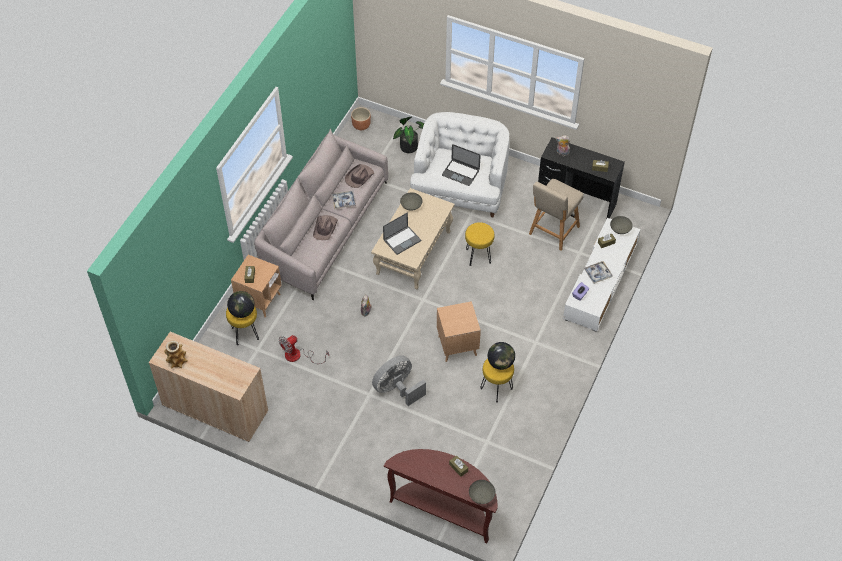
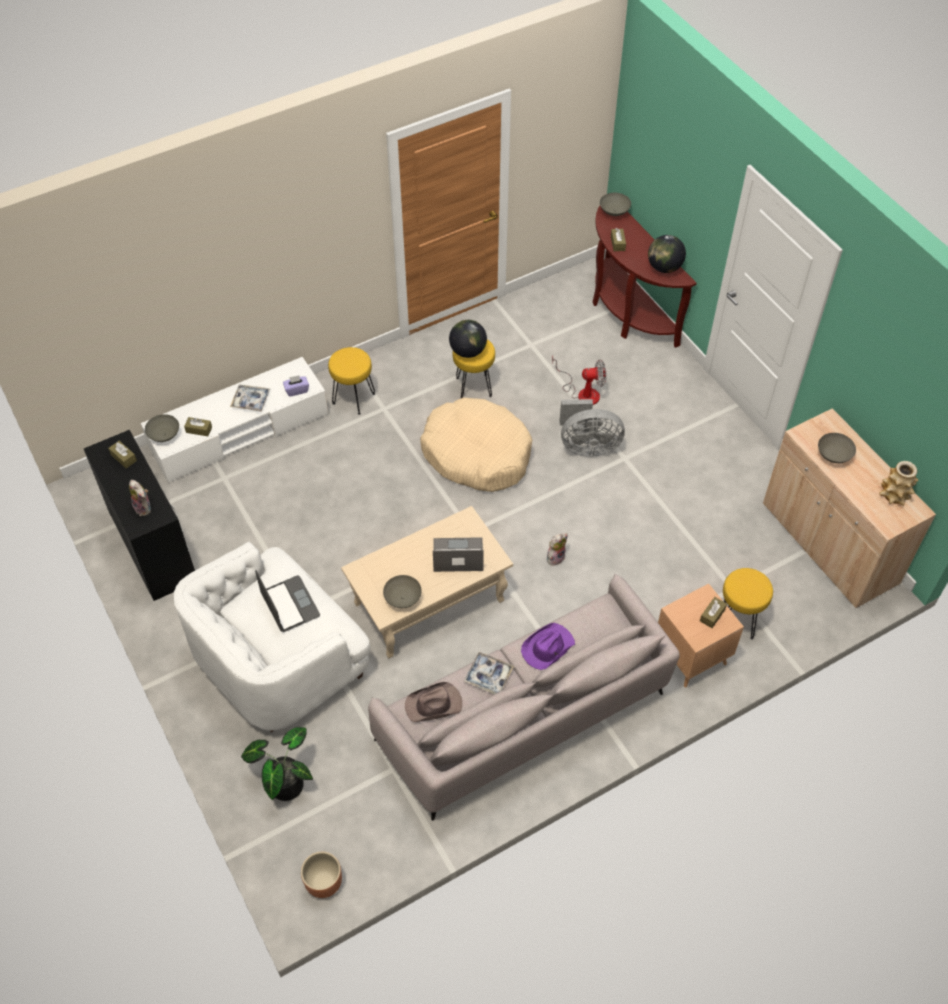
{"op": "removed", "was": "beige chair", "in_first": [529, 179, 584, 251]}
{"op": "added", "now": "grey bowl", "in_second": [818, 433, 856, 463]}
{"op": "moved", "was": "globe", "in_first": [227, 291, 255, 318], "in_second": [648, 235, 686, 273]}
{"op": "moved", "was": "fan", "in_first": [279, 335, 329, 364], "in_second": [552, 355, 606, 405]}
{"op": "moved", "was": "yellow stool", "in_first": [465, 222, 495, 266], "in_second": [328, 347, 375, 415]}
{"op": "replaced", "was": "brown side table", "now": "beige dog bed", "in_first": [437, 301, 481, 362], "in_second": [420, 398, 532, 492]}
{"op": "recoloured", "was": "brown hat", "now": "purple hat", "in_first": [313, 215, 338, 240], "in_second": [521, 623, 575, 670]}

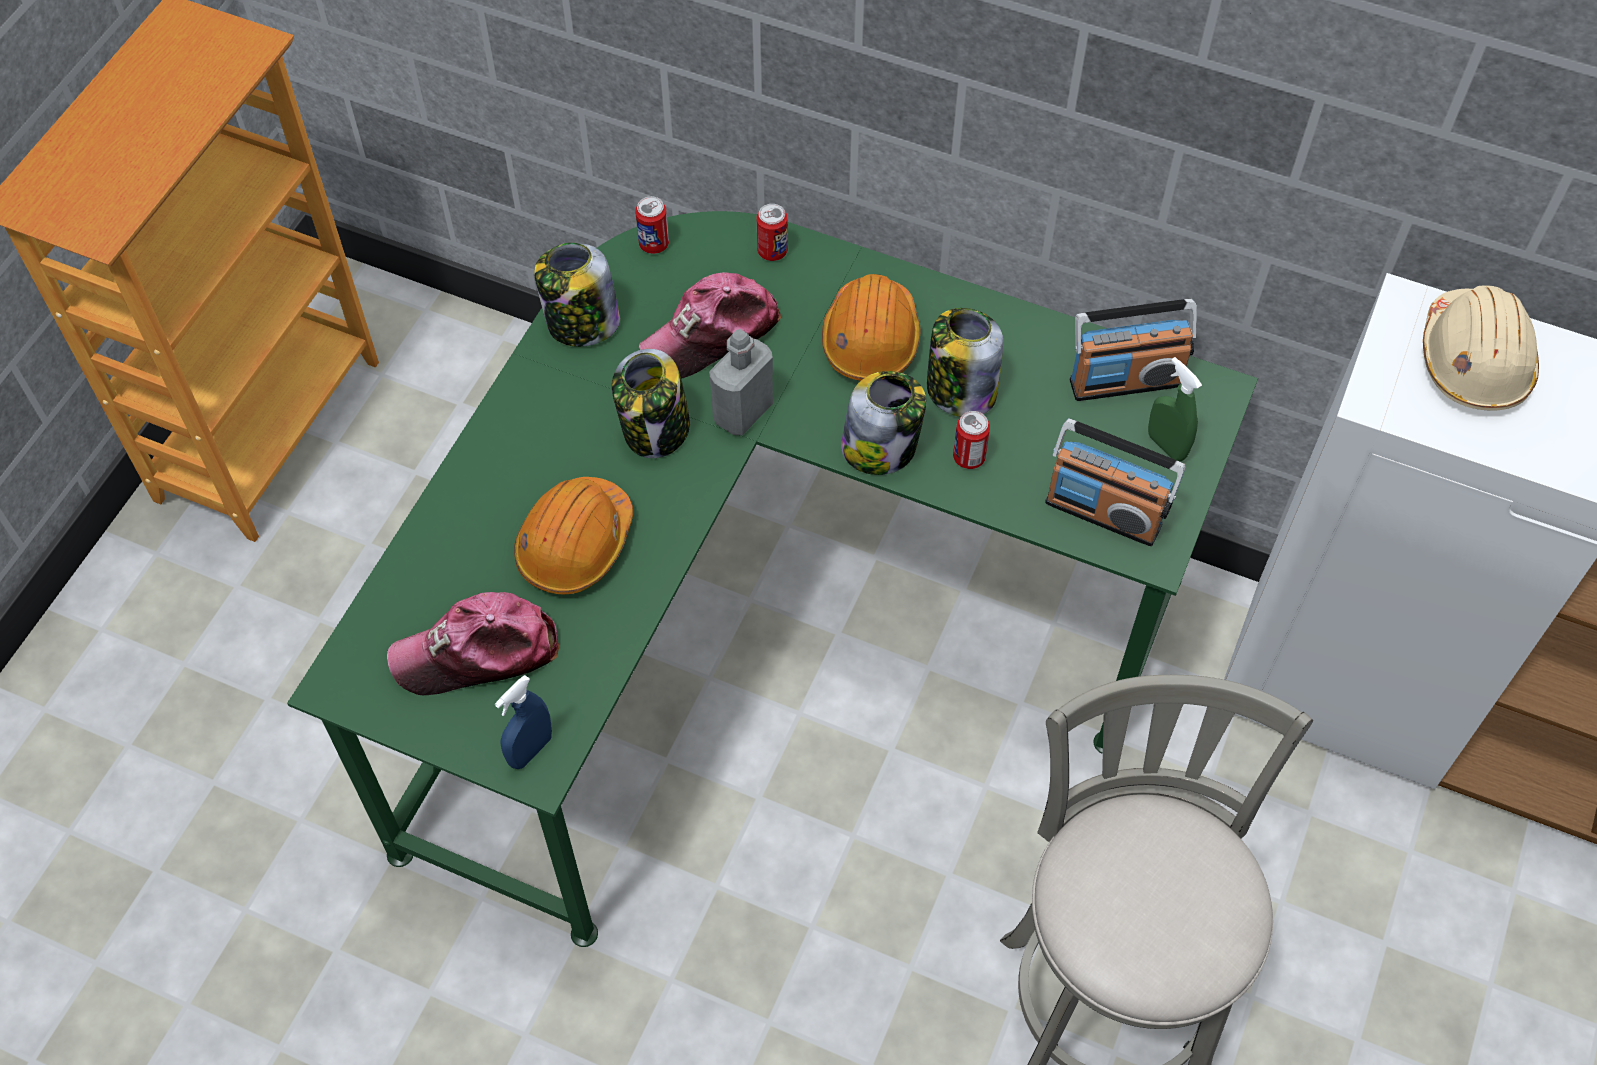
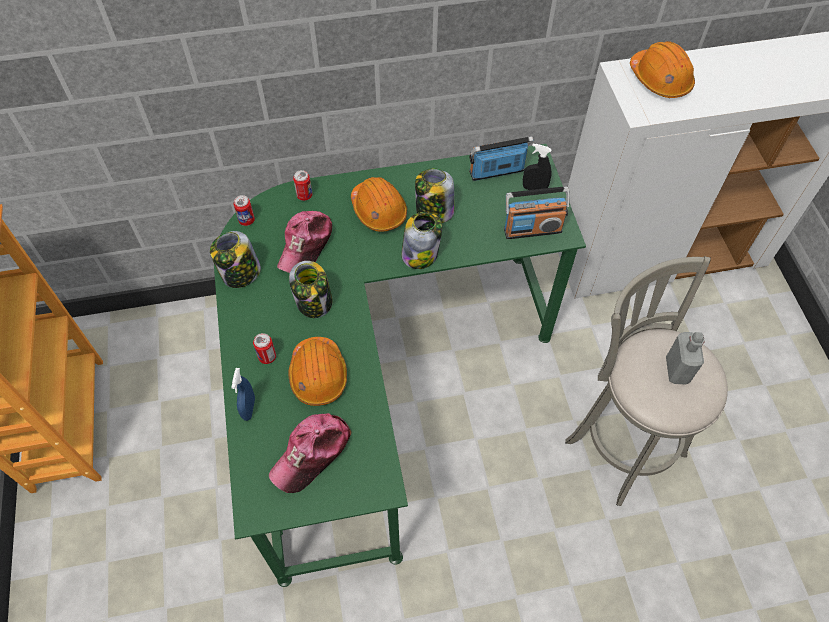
{"op": "moved", "was": "blue spray bottle", "in_first": [495, 675, 552, 769], "in_second": [231, 368, 255, 421]}
{"op": "moved", "was": "grey bottle", "in_first": [709, 329, 773, 435], "in_second": [666, 332, 705, 384]}
{"op": "moved", "was": "can", "in_first": [953, 411, 990, 469], "in_second": [253, 333, 276, 364]}
{"op": "recoloured", "was": "green spray bottle", "now": "black spray bottle", "in_first": [1148, 357, 1202, 461], "in_second": [523, 144, 552, 190]}
{"op": "recoloured", "was": "beige hard hat", "now": "orange hard hat", "in_first": [1423, 285, 1539, 411], "in_second": [630, 41, 695, 98]}
{"op": "turned", "was": "radio", "in_first": [1070, 299, 1197, 401], "in_second": [469, 136, 533, 181], "clockwise": -150}

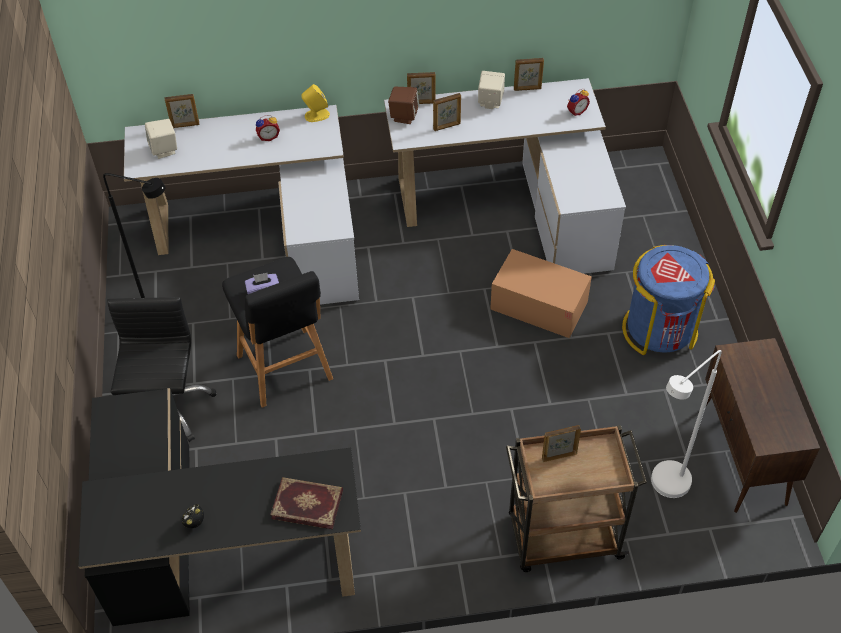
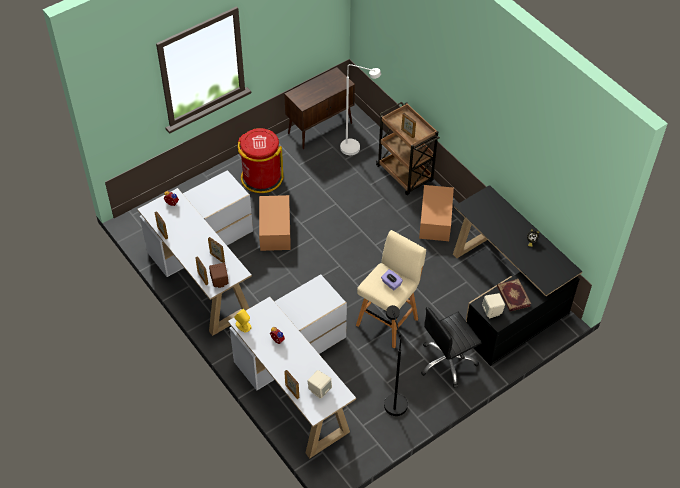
{"op": "added", "now": "cardboard box", "in_second": [419, 185, 454, 241]}
{"op": "moved", "was": "book", "in_first": [270, 477, 343, 529], "in_second": [497, 279, 531, 312]}
{"op": "moved", "was": "beige speaker", "in_first": [478, 71, 505, 109], "in_second": [482, 293, 505, 318]}
{"op": "recoloured", "was": "black stool", "now": "beige stool", "in_first": [222, 257, 333, 408], "in_second": [356, 230, 426, 348]}
{"op": "recoloured", "was": "blue trash can", "now": "red trash can", "in_first": [622, 245, 715, 355], "in_second": [238, 128, 283, 193]}

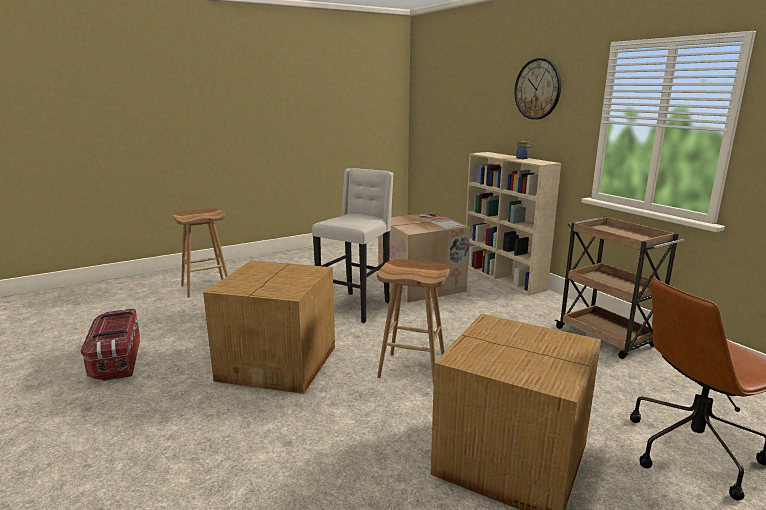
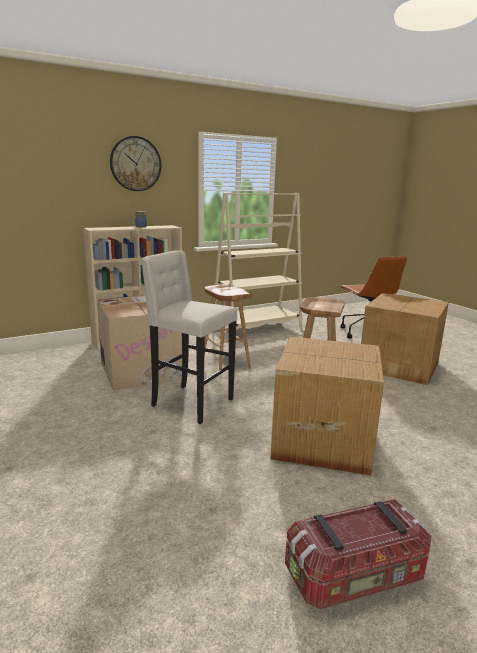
{"op": "moved", "was": "brown stool", "in_first": [172, 208, 228, 298], "in_second": [204, 284, 253, 371]}
{"op": "replaced", "was": "brown cart", "now": "beige bookcase", "in_first": [555, 216, 684, 359], "in_second": [215, 192, 303, 330]}

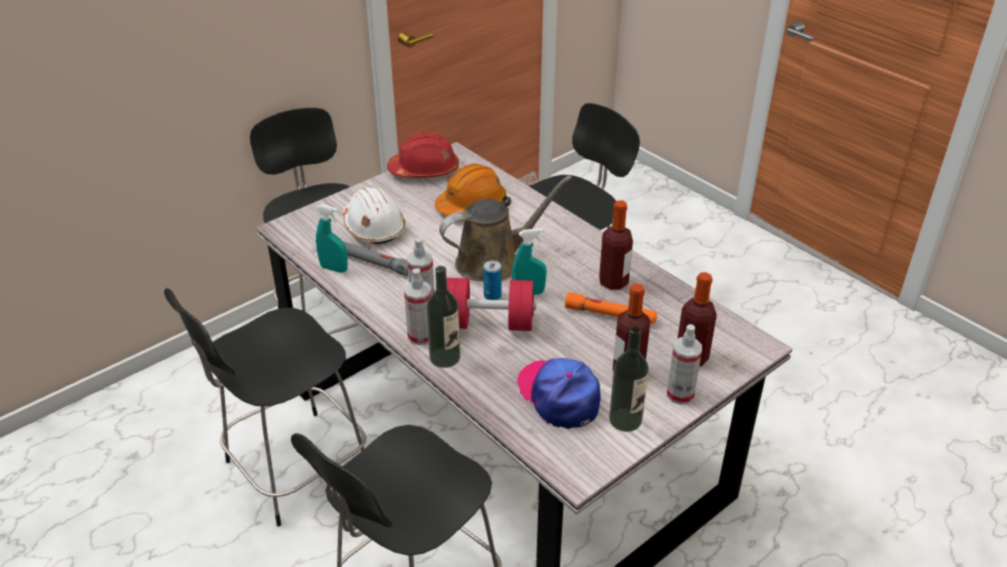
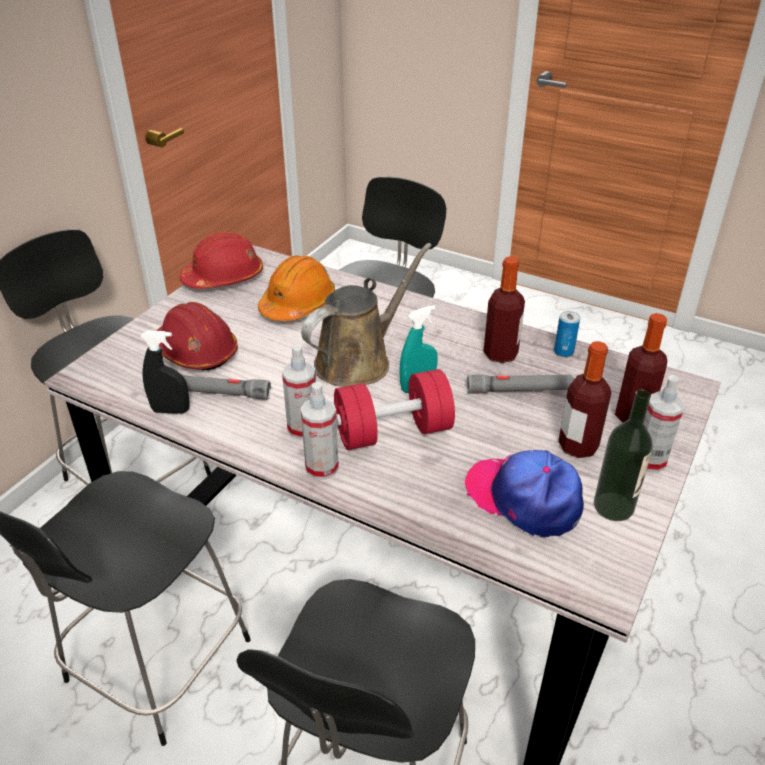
{"op": "removed", "was": "bottle", "in_first": [426, 266, 460, 368]}
{"op": "moved", "was": "can", "in_first": [483, 260, 502, 300], "in_second": [554, 311, 580, 357]}
{"op": "recoloured", "was": "turquoise spray bottle", "now": "black spray bottle", "in_first": [316, 204, 348, 273], "in_second": [140, 331, 190, 414]}
{"op": "recoloured", "was": "white hard hat", "now": "red hard hat", "in_first": [343, 187, 405, 244], "in_second": [156, 302, 238, 370]}
{"op": "recoloured", "was": "orange flashlight", "now": "grey flashlight", "in_first": [565, 292, 657, 324], "in_second": [467, 374, 575, 394]}

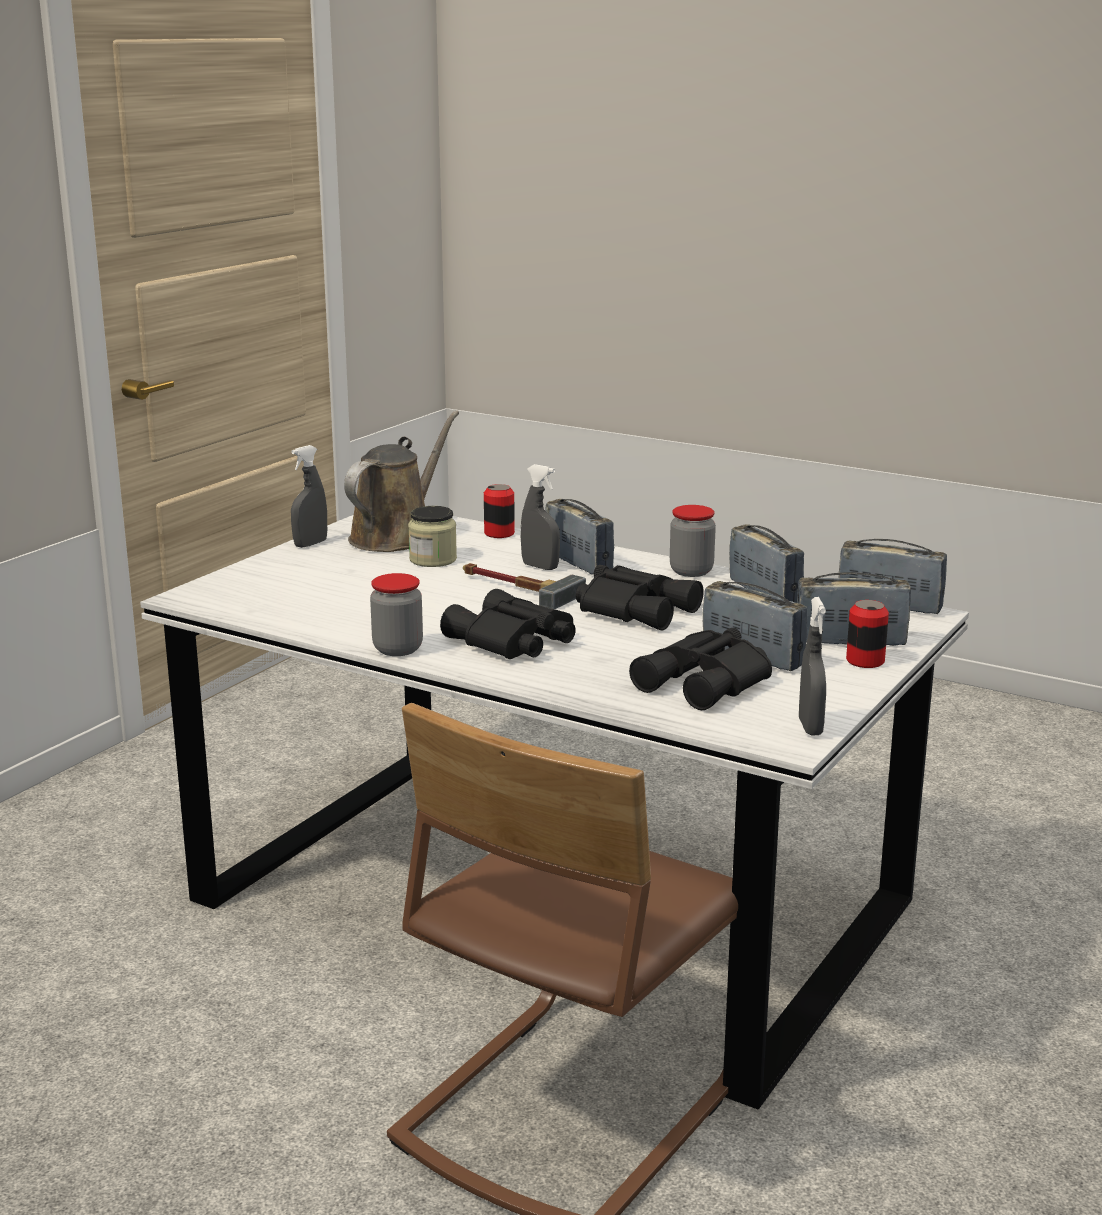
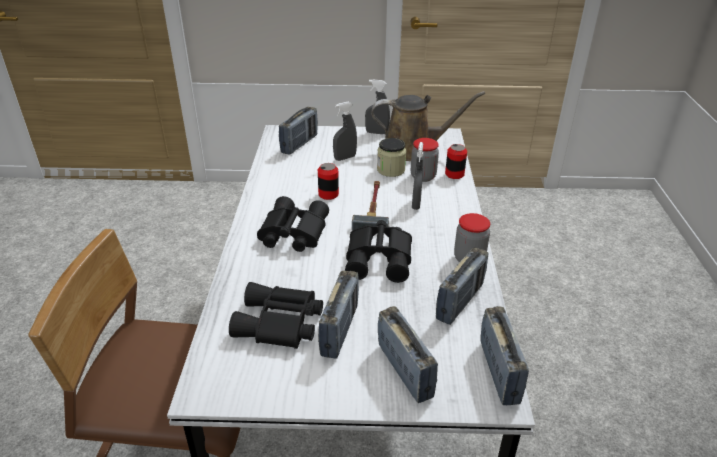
{"op": "moved", "was": "jar", "in_first": [370, 573, 423, 656], "in_second": [411, 138, 439, 182]}
{"op": "moved", "was": "radio", "in_first": [545, 499, 614, 575], "in_second": [279, 107, 318, 155]}
{"op": "moved", "was": "grey spray bottle", "in_first": [799, 597, 826, 736], "in_second": [333, 102, 357, 161]}
{"op": "moved", "was": "can", "in_first": [846, 600, 889, 668], "in_second": [318, 163, 339, 200]}

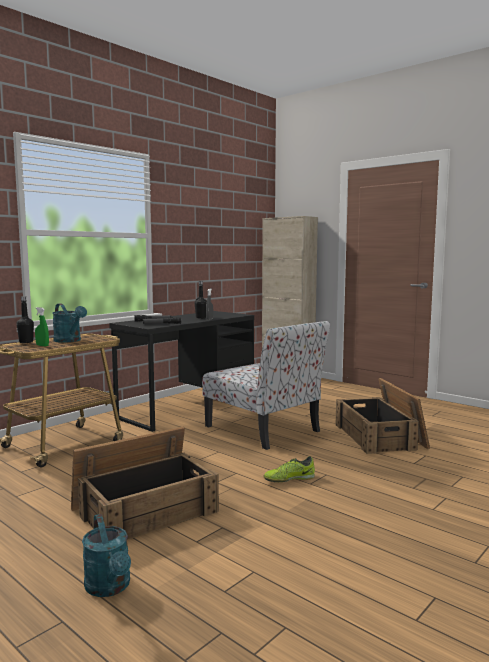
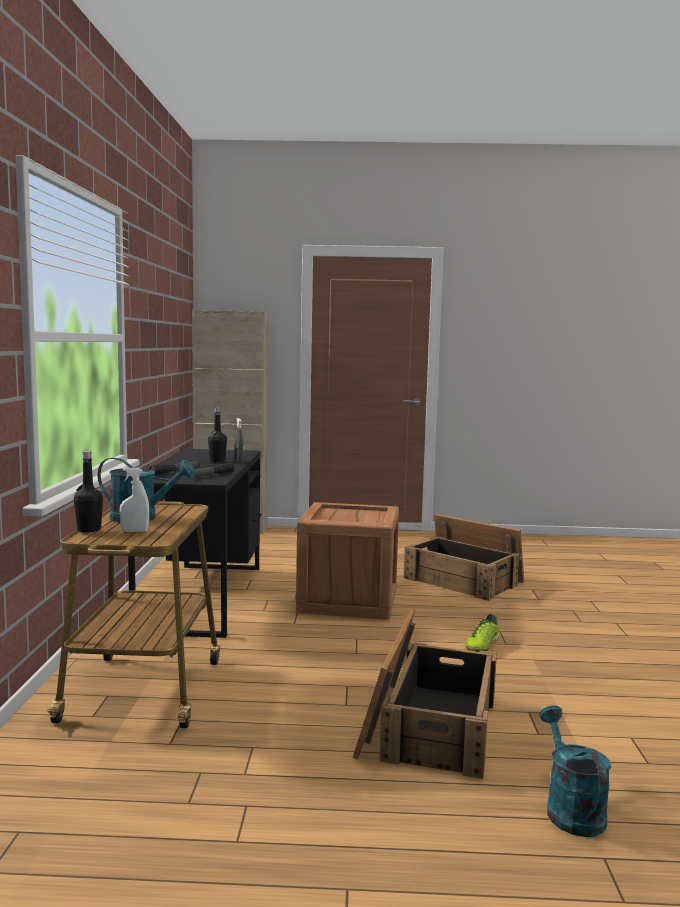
{"op": "replaced", "was": "chair", "now": "crate", "in_first": [202, 321, 330, 450], "in_second": [296, 502, 399, 620]}
{"op": "recoloured", "was": "green spray bottle", "now": "white spray bottle", "in_first": [35, 307, 49, 346], "in_second": [119, 468, 149, 532]}
{"op": "turned", "was": "turquoise watering can", "in_first": [82, 514, 131, 597], "in_second": [539, 705, 611, 837], "clockwise": -120}

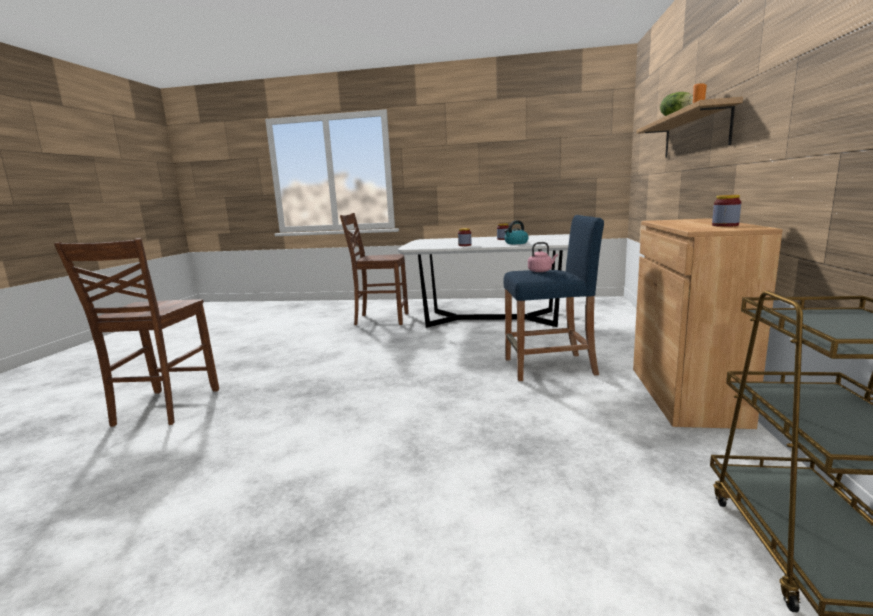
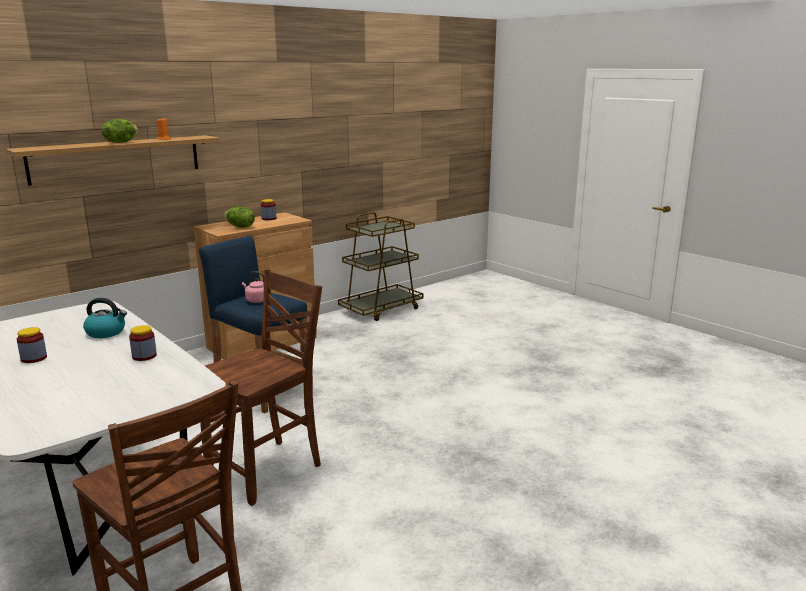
{"op": "added", "now": "lettuce", "in_second": [224, 207, 255, 228]}
{"op": "moved", "was": "brown chair", "in_first": [54, 238, 219, 427], "in_second": [200, 269, 322, 506]}

